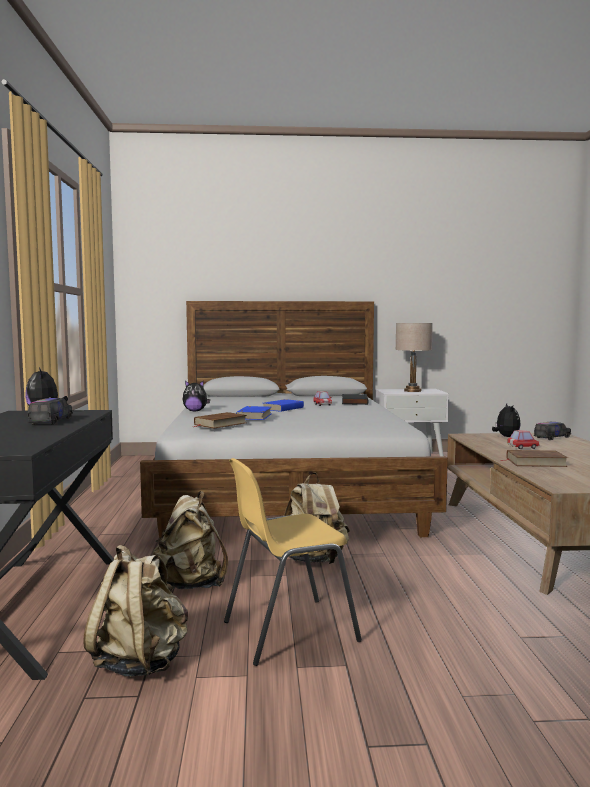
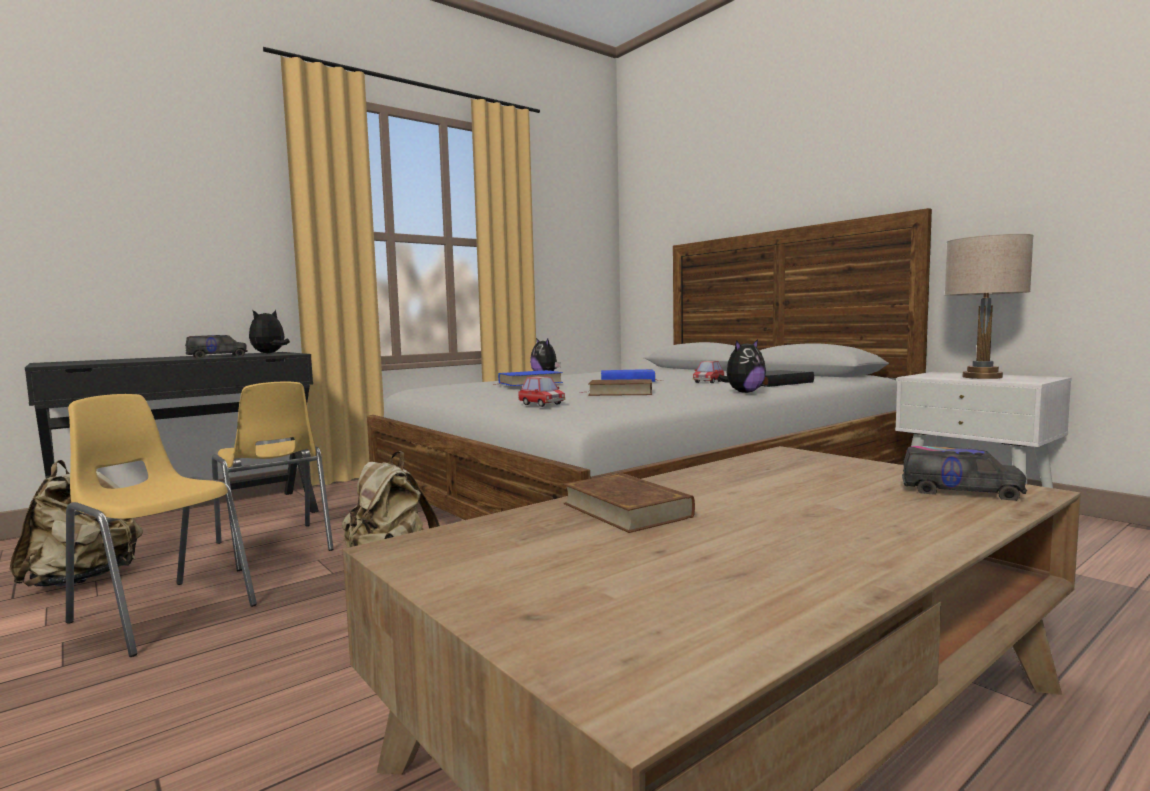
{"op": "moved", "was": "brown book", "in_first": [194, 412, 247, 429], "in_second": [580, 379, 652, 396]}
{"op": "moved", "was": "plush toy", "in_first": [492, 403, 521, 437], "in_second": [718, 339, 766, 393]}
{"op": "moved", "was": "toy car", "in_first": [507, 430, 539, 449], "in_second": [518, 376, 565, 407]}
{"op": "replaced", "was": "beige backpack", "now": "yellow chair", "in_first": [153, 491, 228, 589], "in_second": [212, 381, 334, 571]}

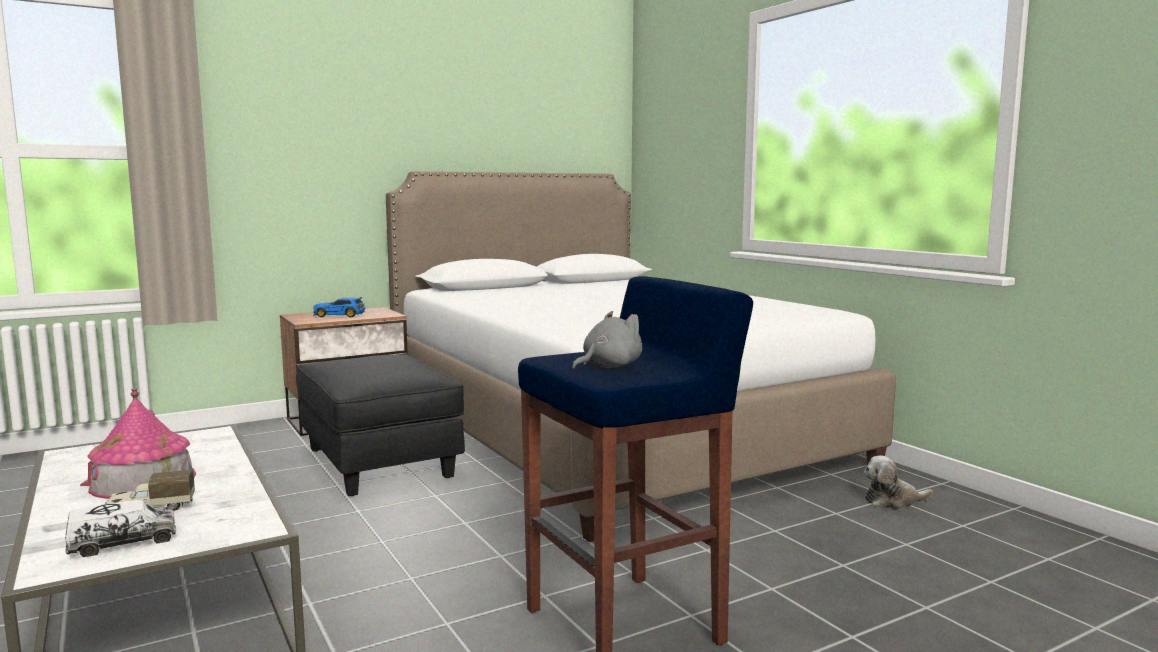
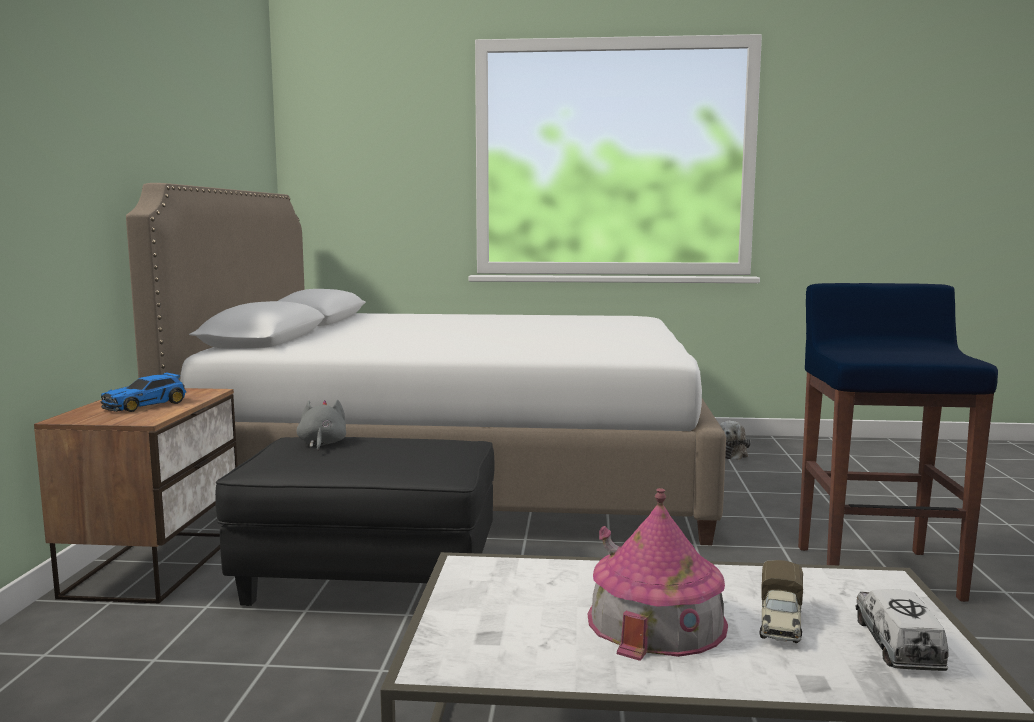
{"op": "moved", "was": "grey plush toy", "in_first": [572, 311, 642, 369], "in_second": [297, 400, 346, 451]}

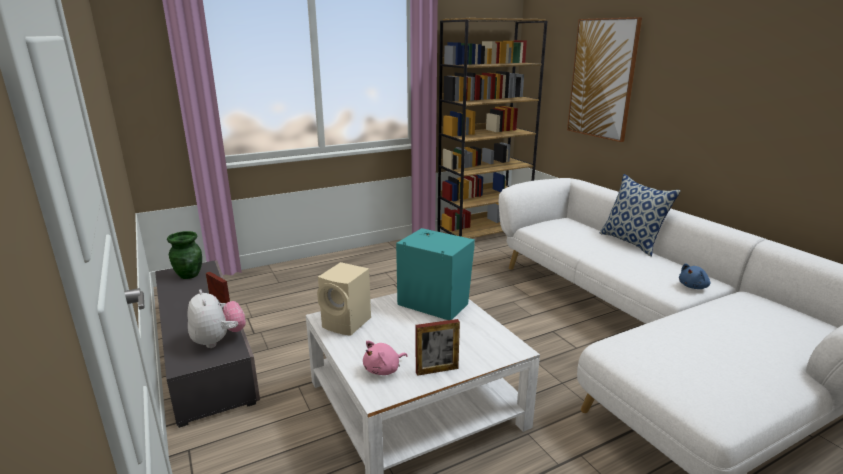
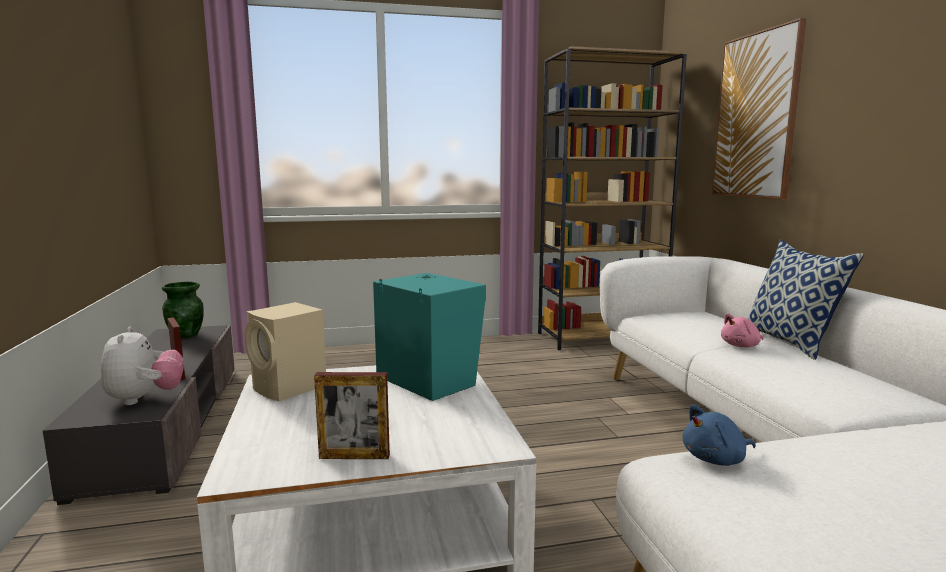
{"op": "moved", "was": "pink plush toy", "in_first": [363, 341, 408, 375], "in_second": [721, 313, 763, 347]}
{"op": "moved", "was": "blue plush toy", "in_first": [679, 264, 710, 289], "in_second": [682, 405, 756, 466]}

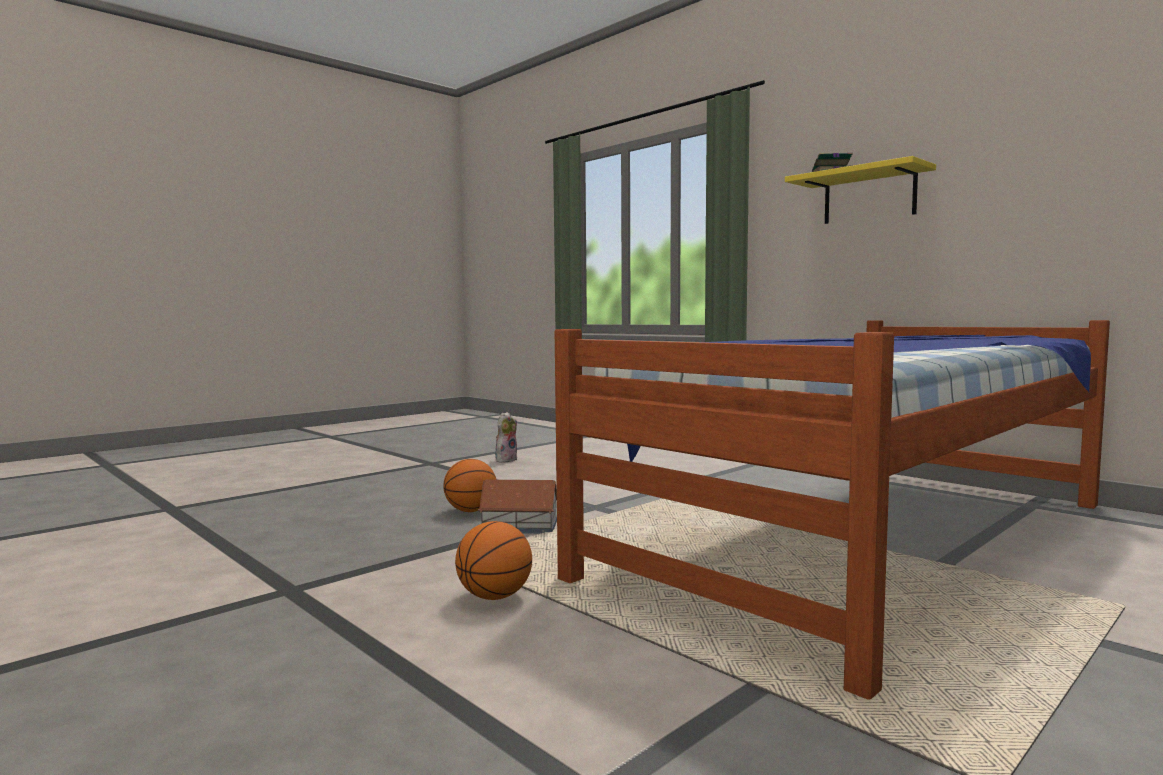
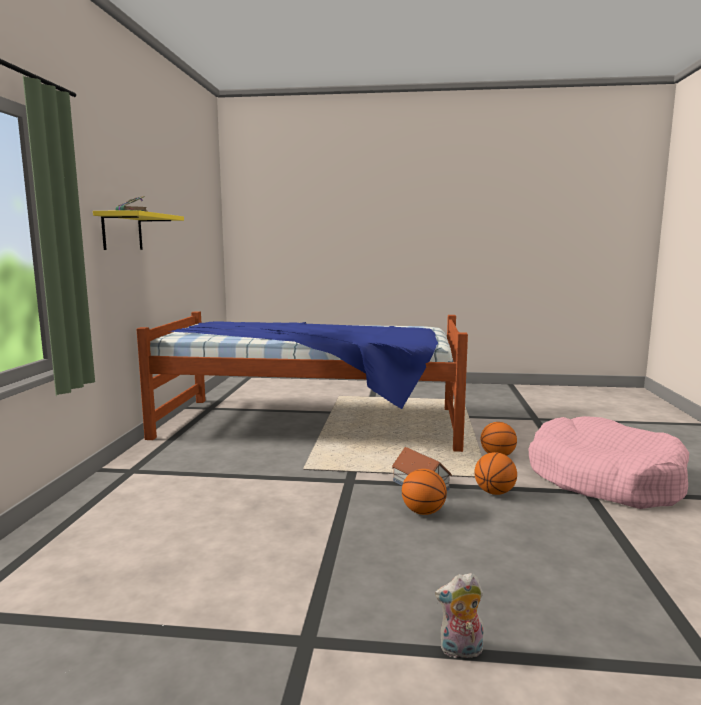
{"op": "added", "now": "basketball", "in_second": [474, 452, 517, 495]}
{"op": "added", "now": "pink dog bed", "in_second": [529, 416, 689, 509]}
{"op": "moved", "was": "plush toy", "in_first": [495, 412, 517, 463], "in_second": [435, 573, 484, 661]}

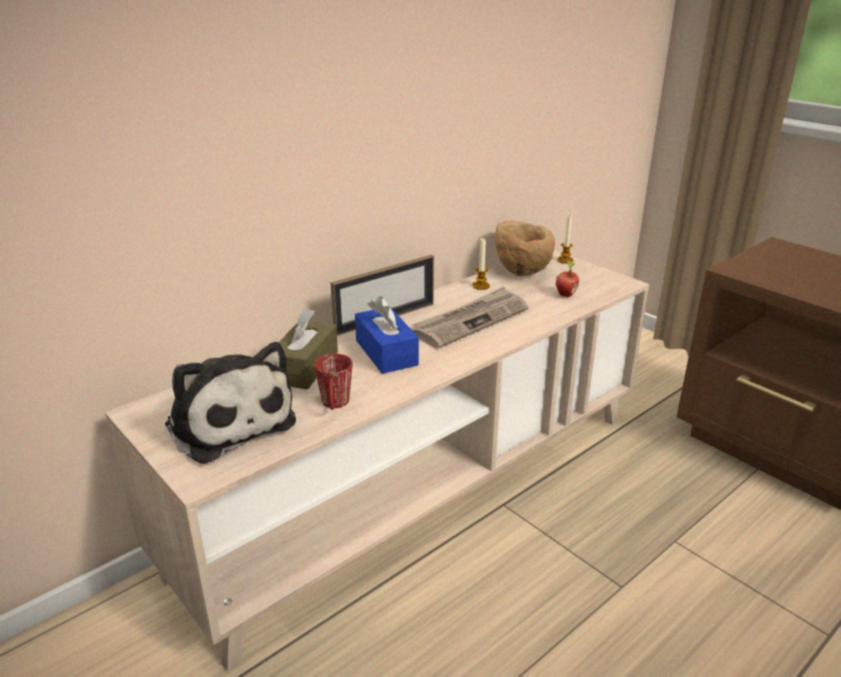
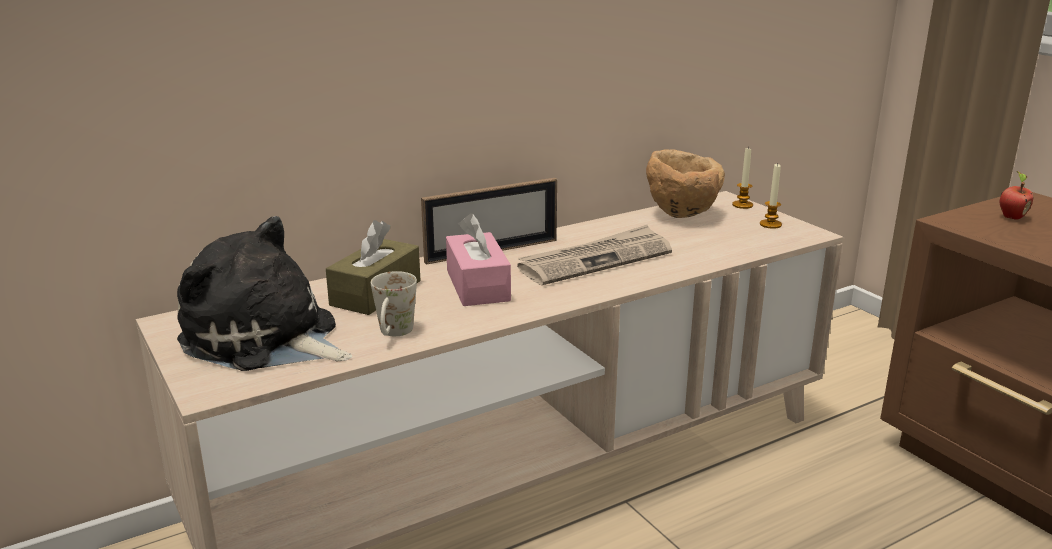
{"op": "moved", "was": "candle", "in_first": [472, 238, 490, 290], "in_second": [760, 164, 782, 229]}
{"op": "moved", "was": "apple", "in_first": [556, 260, 579, 297], "in_second": [1000, 171, 1034, 220]}
{"op": "recoloured", "was": "red mug", "now": "white mug", "in_first": [314, 354, 353, 410], "in_second": [371, 271, 417, 336]}
{"op": "recoloured", "was": "blue tissue box", "now": "pink tissue box", "in_first": [355, 296, 419, 374], "in_second": [446, 213, 511, 306]}
{"op": "turned", "was": "plush toy", "in_first": [165, 342, 296, 464], "in_second": [177, 216, 352, 371], "clockwise": 150}

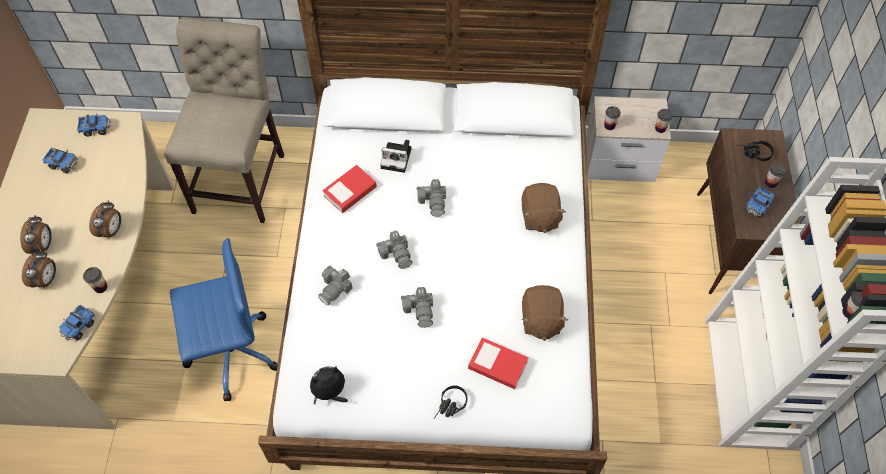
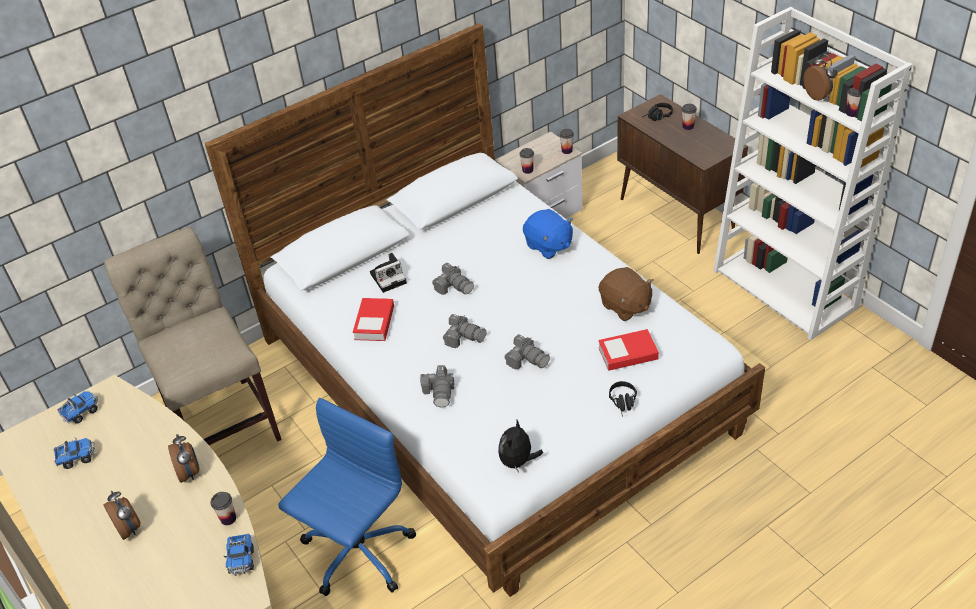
{"op": "removed", "was": "toy truck", "in_first": [745, 187, 775, 218]}
{"op": "moved", "was": "alarm clock", "in_first": [22, 250, 56, 288], "in_second": [803, 54, 838, 101]}
{"op": "recoloured", "was": "brown plush toy", "now": "blue plush toy", "in_first": [522, 183, 566, 233], "in_second": [523, 209, 573, 259]}

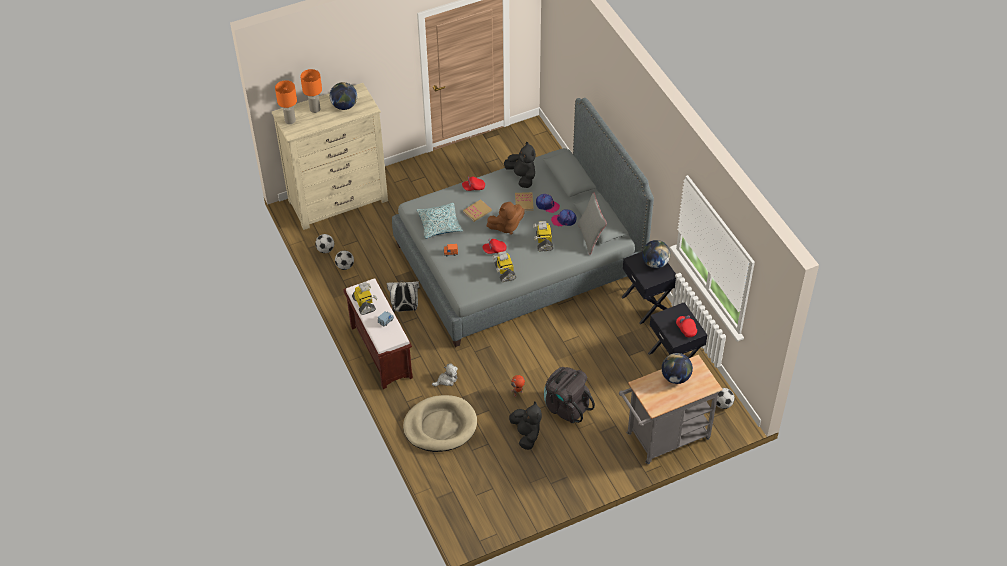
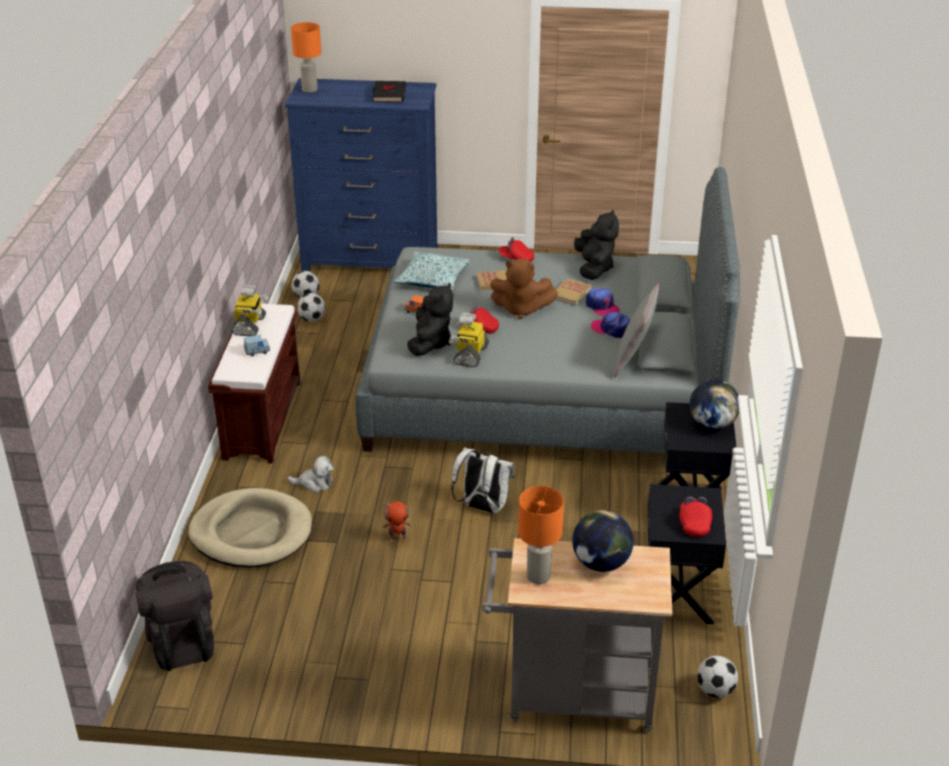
{"op": "removed", "was": "toy robot", "in_first": [533, 221, 553, 251]}
{"op": "moved", "was": "orange table lamp", "in_first": [300, 69, 322, 113], "in_second": [518, 486, 564, 584]}
{"op": "moved", "was": "white backpack", "in_first": [387, 281, 419, 313], "in_second": [451, 447, 515, 513]}
{"op": "moved", "was": "black plush toy", "in_first": [509, 402, 542, 450], "in_second": [407, 282, 453, 356]}
{"op": "moved", "was": "black backpack", "in_first": [544, 367, 595, 423], "in_second": [135, 561, 214, 671]}
{"op": "replaced", "was": "globe", "now": "black book", "in_first": [330, 82, 357, 110], "in_second": [372, 81, 406, 102]}
{"op": "recoloured", "was": "beige dresser", "now": "blue dresser", "in_first": [272, 83, 388, 230], "in_second": [285, 78, 437, 271]}

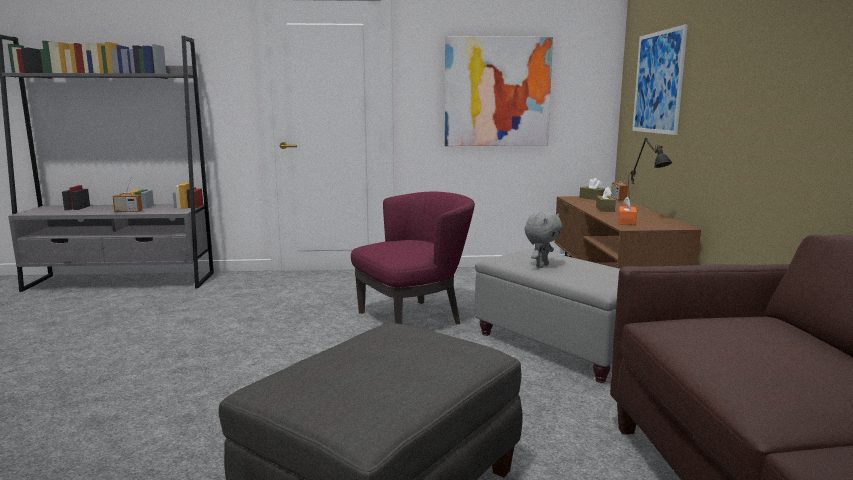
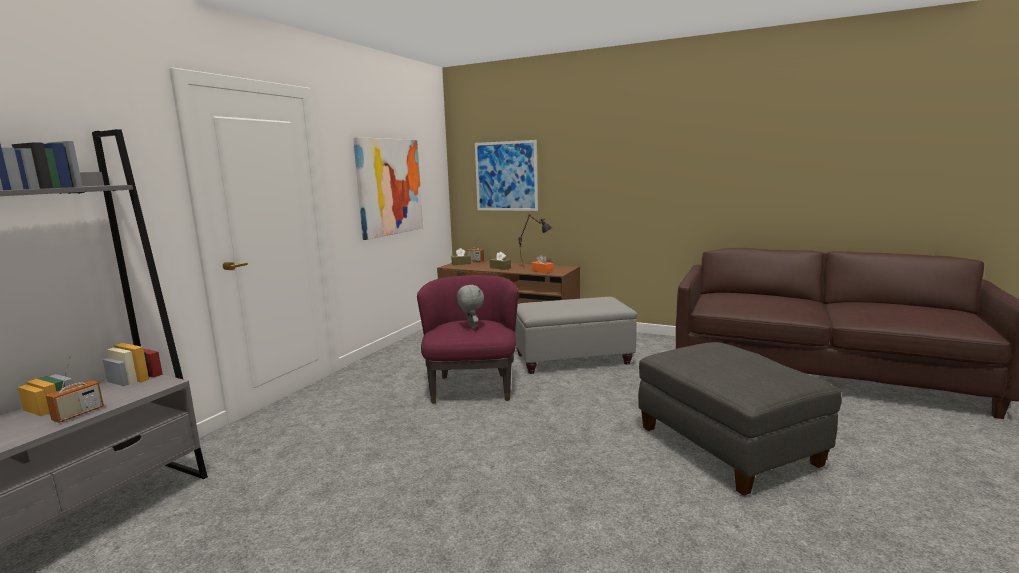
{"op": "moved", "was": "grey plush toy", "in_first": [525, 211, 562, 268], "in_second": [457, 285, 484, 329]}

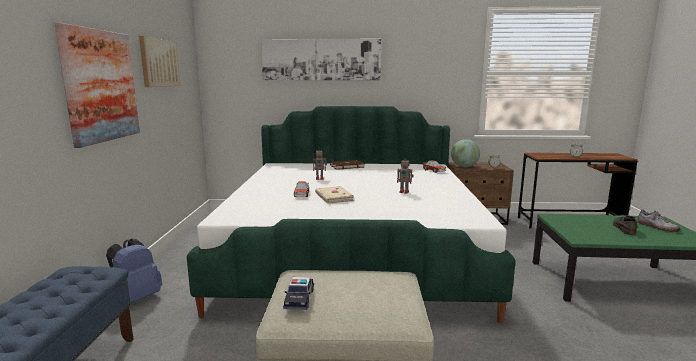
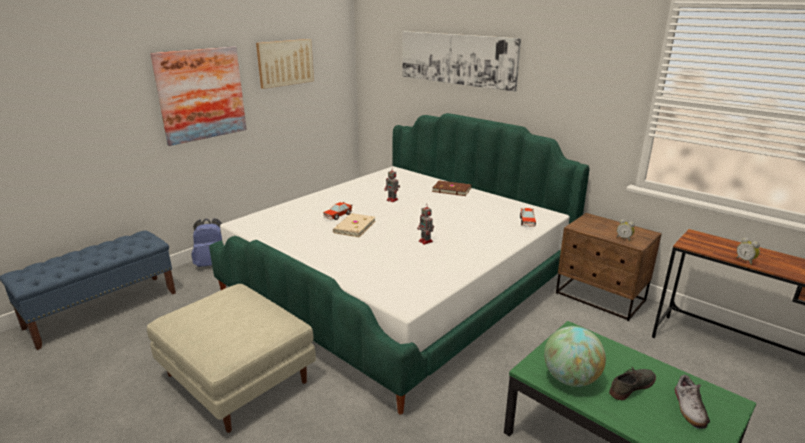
{"op": "removed", "was": "toy car", "in_first": [283, 277, 314, 310]}
{"op": "moved", "was": "globe", "in_first": [451, 139, 480, 167], "in_second": [544, 326, 606, 387]}

